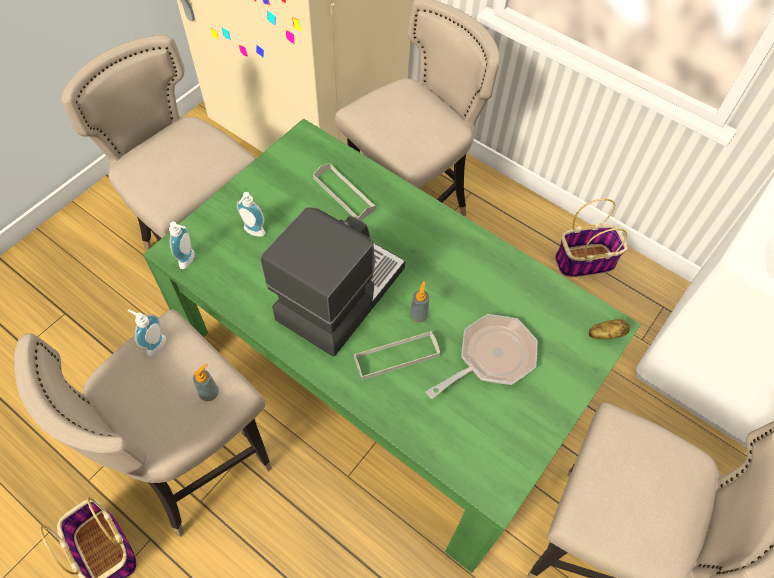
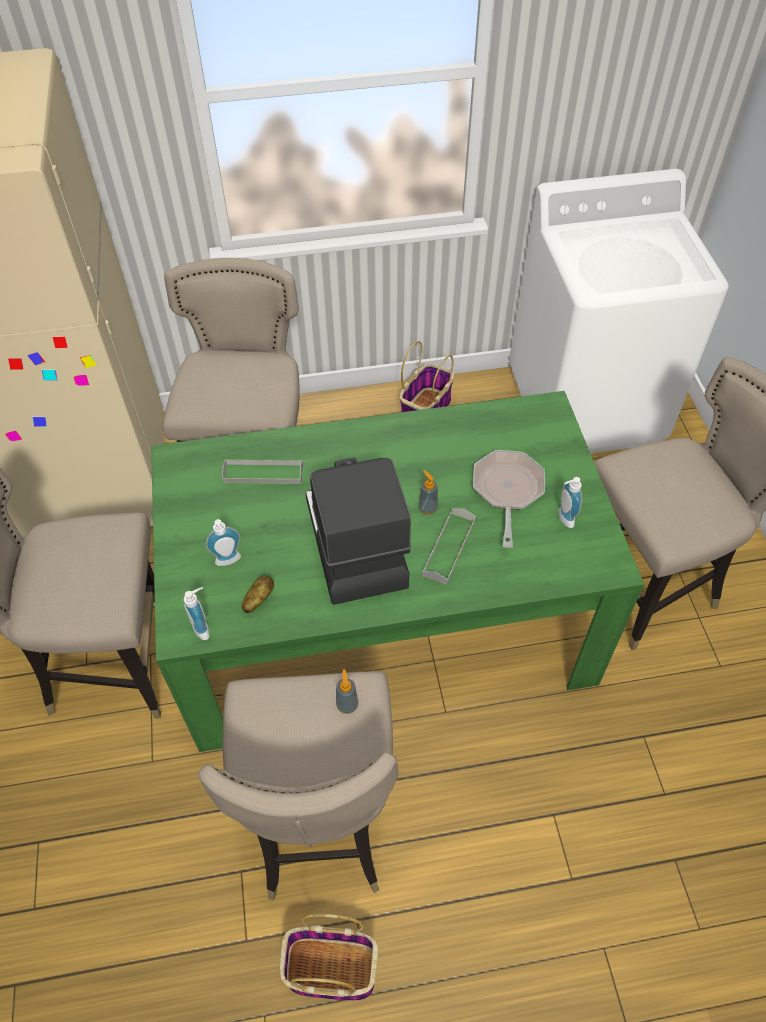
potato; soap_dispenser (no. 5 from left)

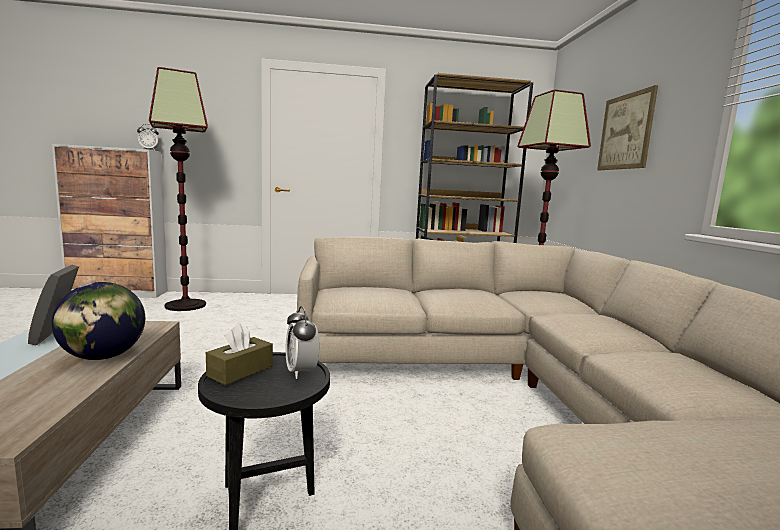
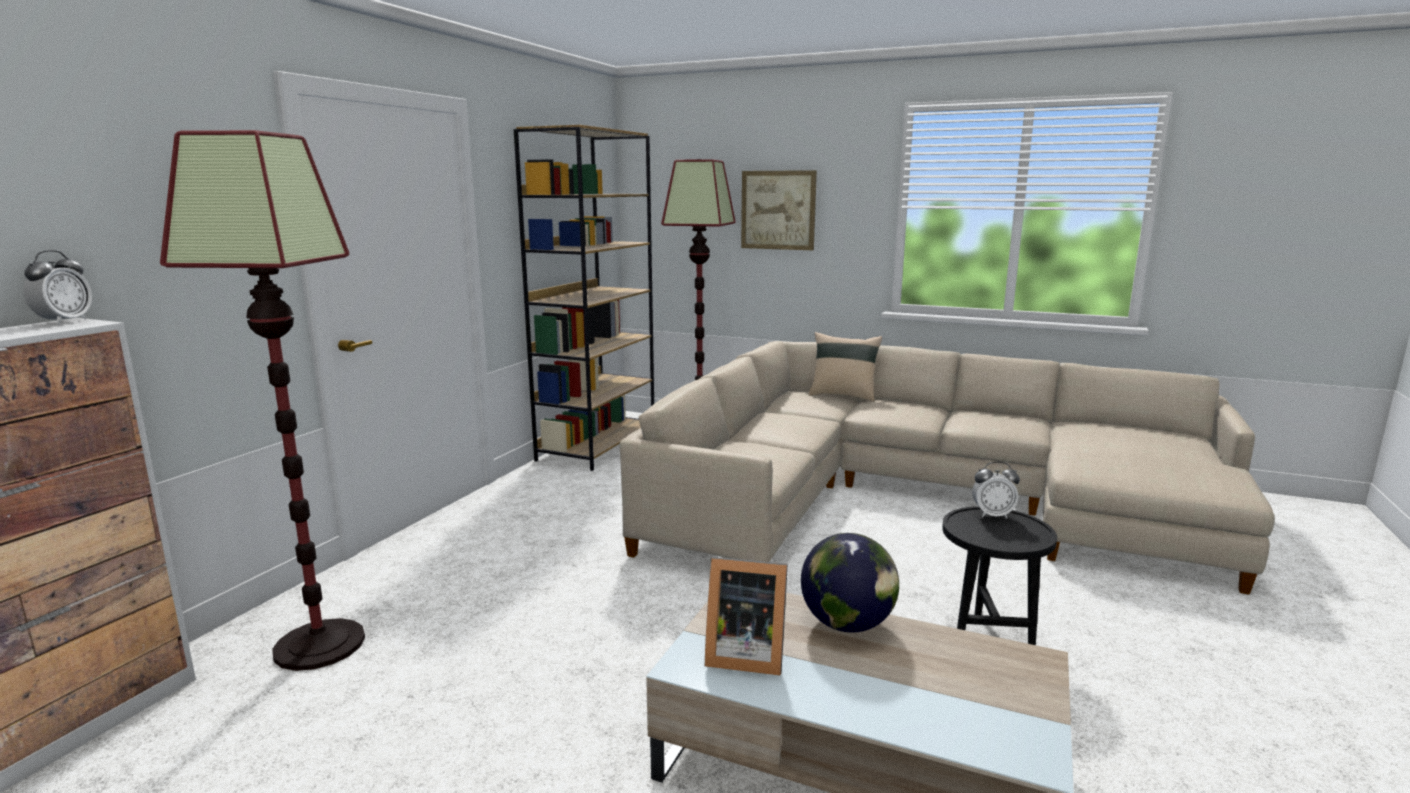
beige-coloured_pillow; brown-coloured_tissue_box

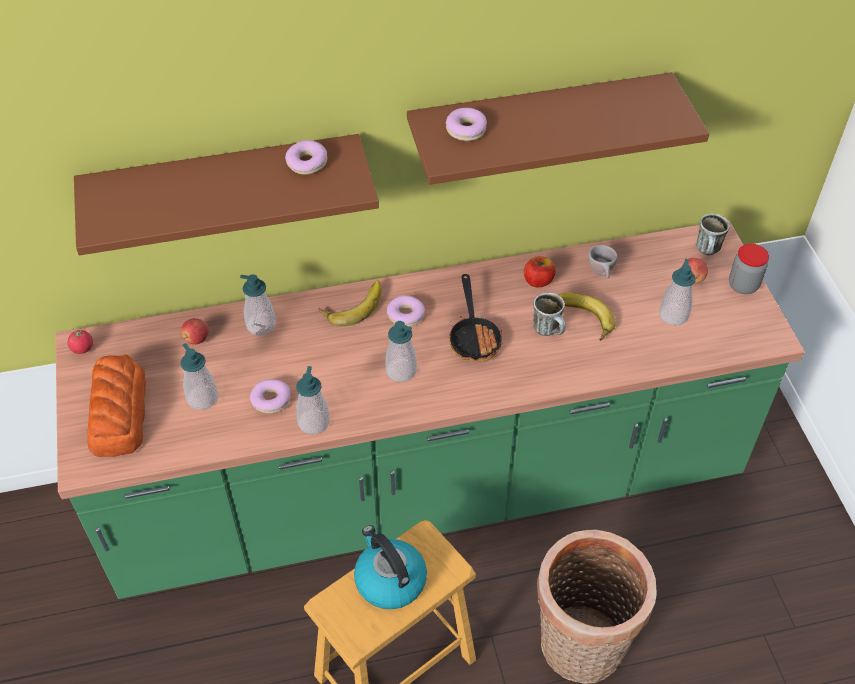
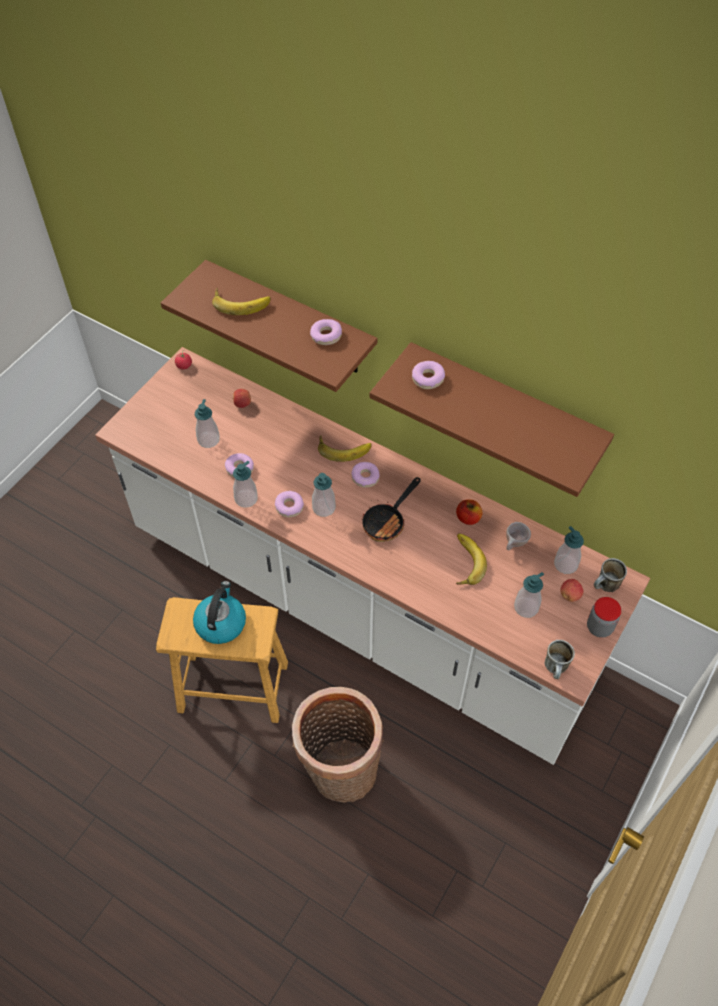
white_kitchen_base_unit; banana_fruit (no. 1 from left); donut (no. 2 from left); tea_mug (no. 1 from left); soap_dispenser (no. 5 from left); bakery_bread

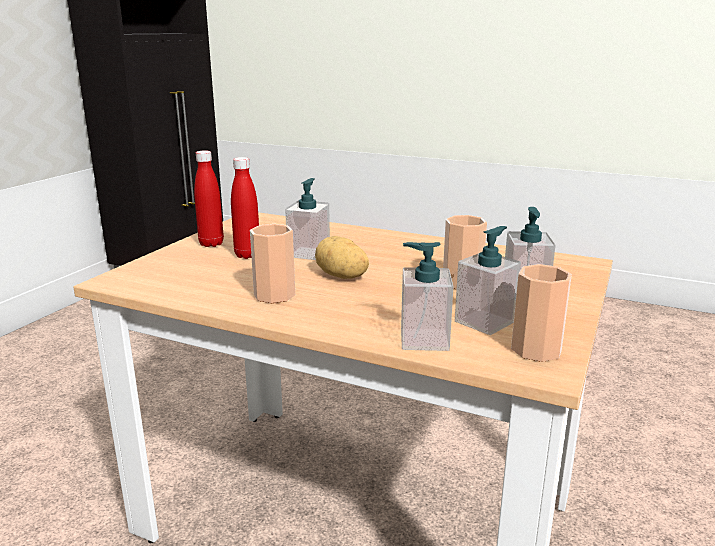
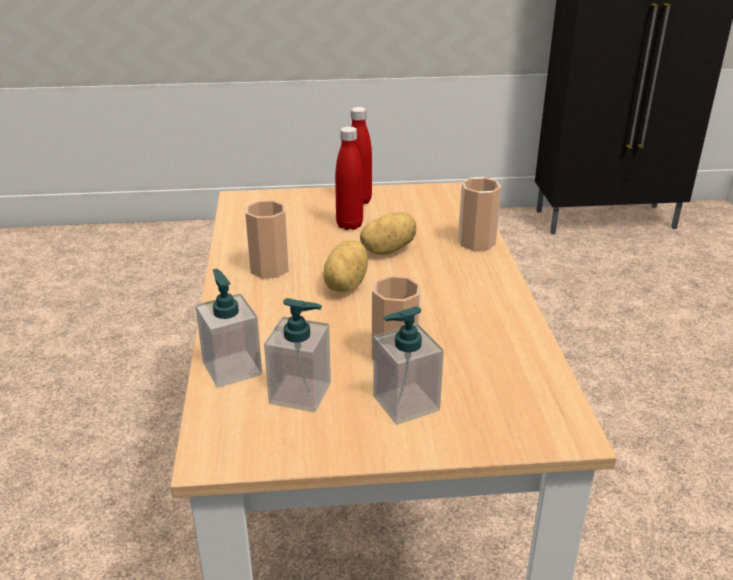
potato (no. 2 from left); drinking_cup (no. 3 from left)

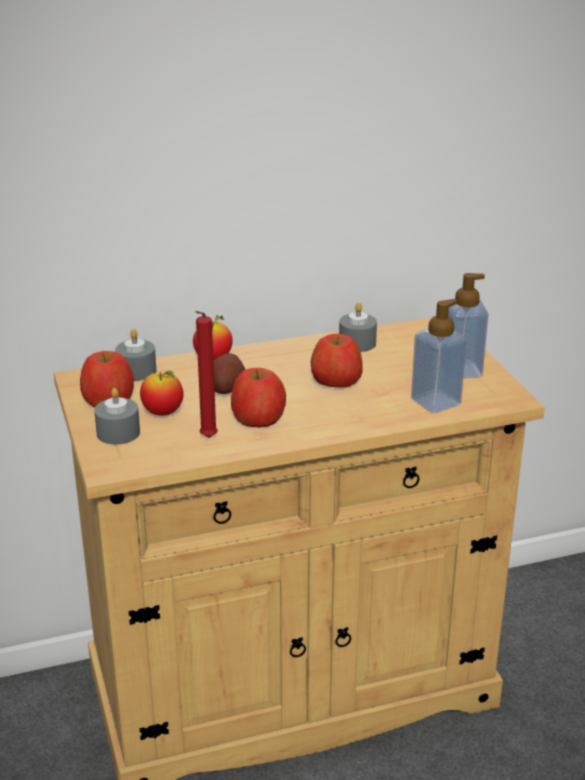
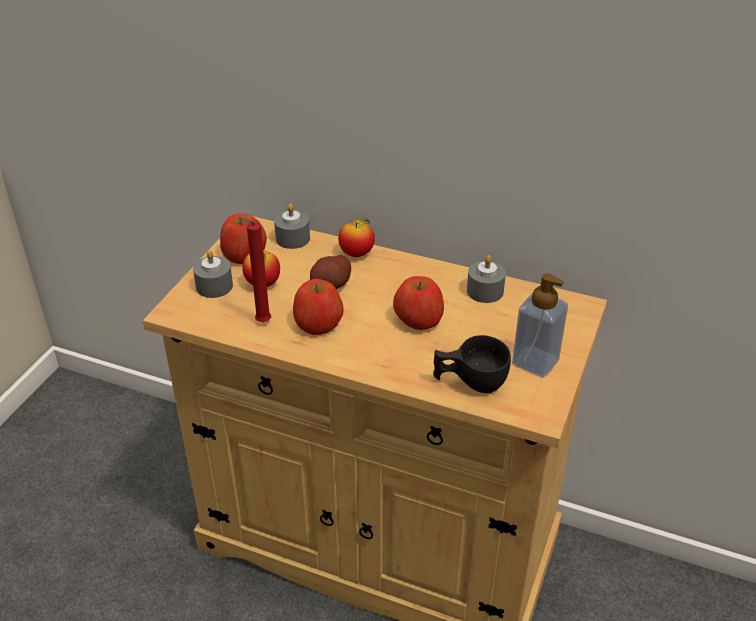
black_drinking_cup

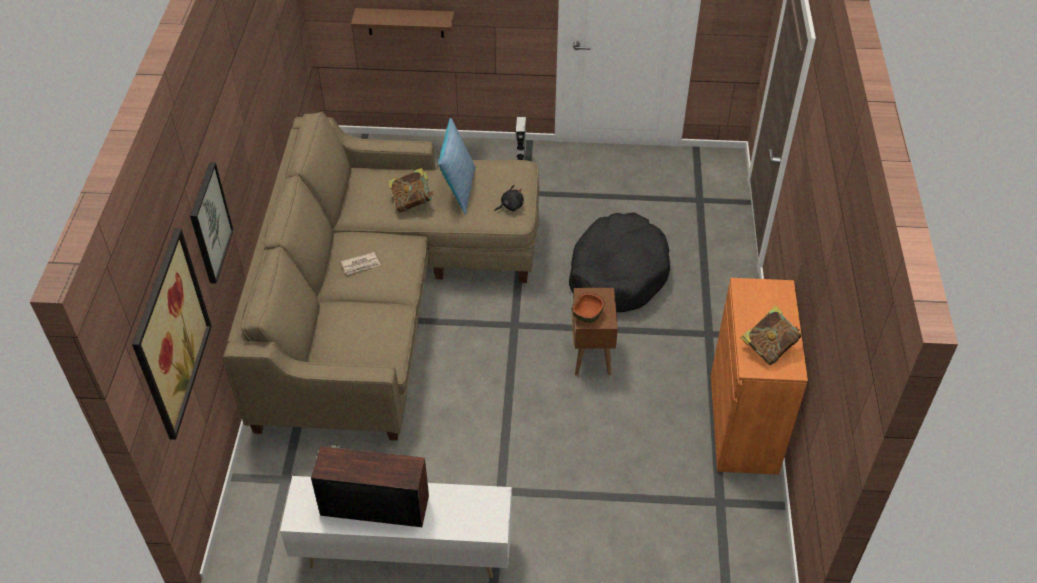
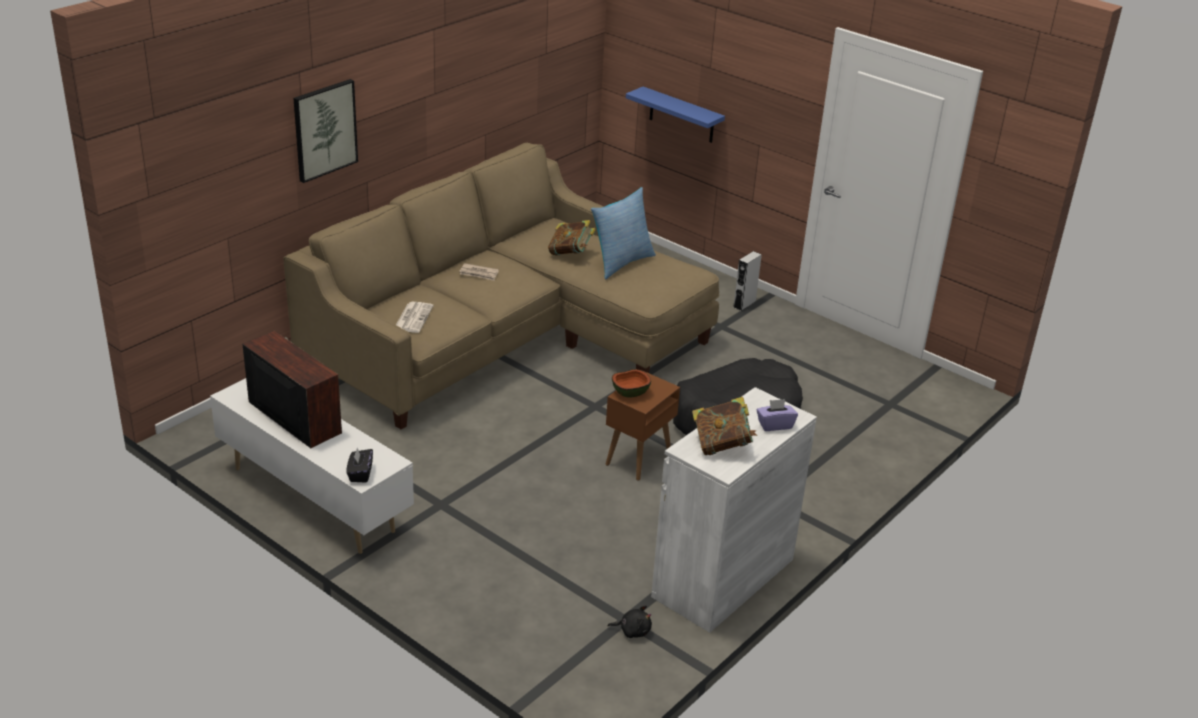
black_tissue_box; newspaper (no. 1 from left); black_soft_toy; blue_shelf; white_cabinet; purplish_tissue_box; wall_art (no. 1 from left in the first image)

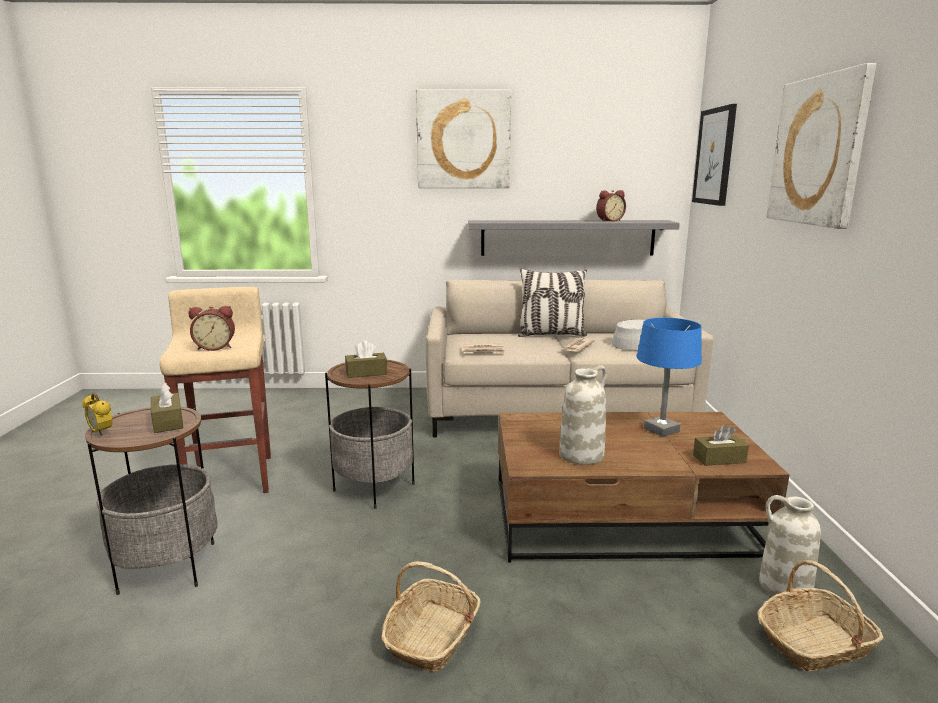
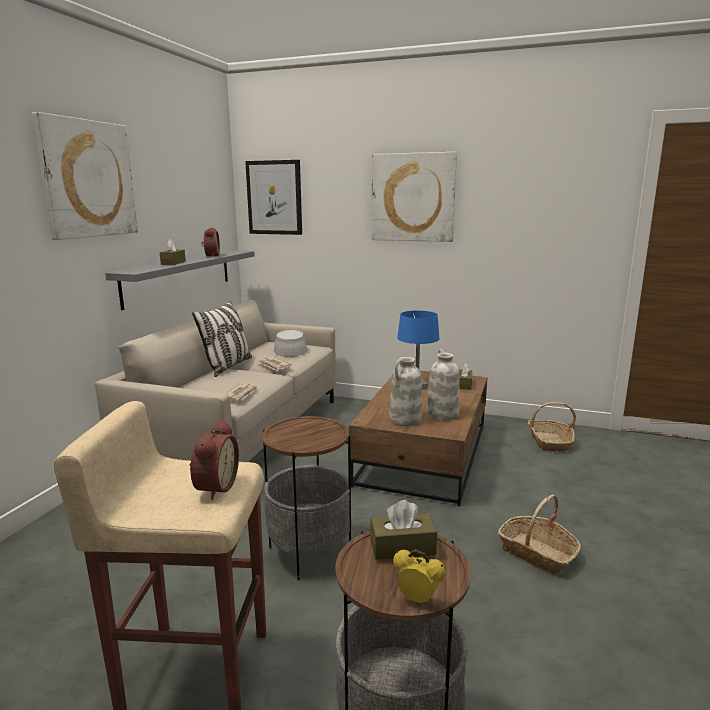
brown-coloured_tissue_box (no. 1 from left); white_vase (no. 1 from left); table_clock (no. 3 from left)

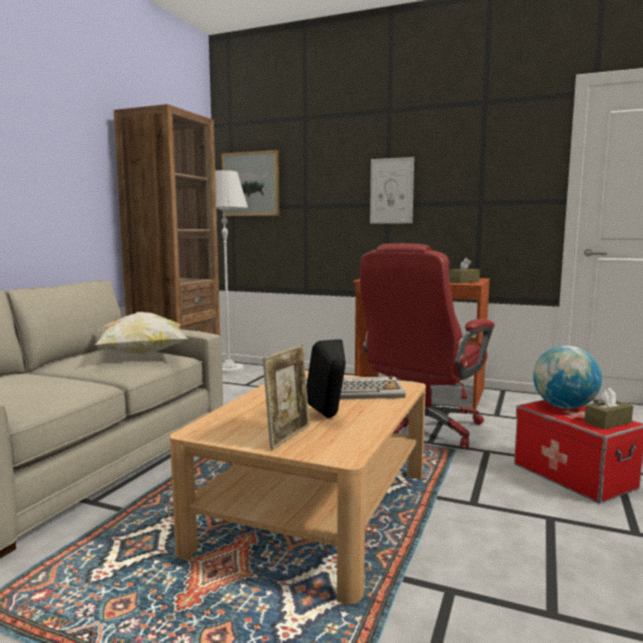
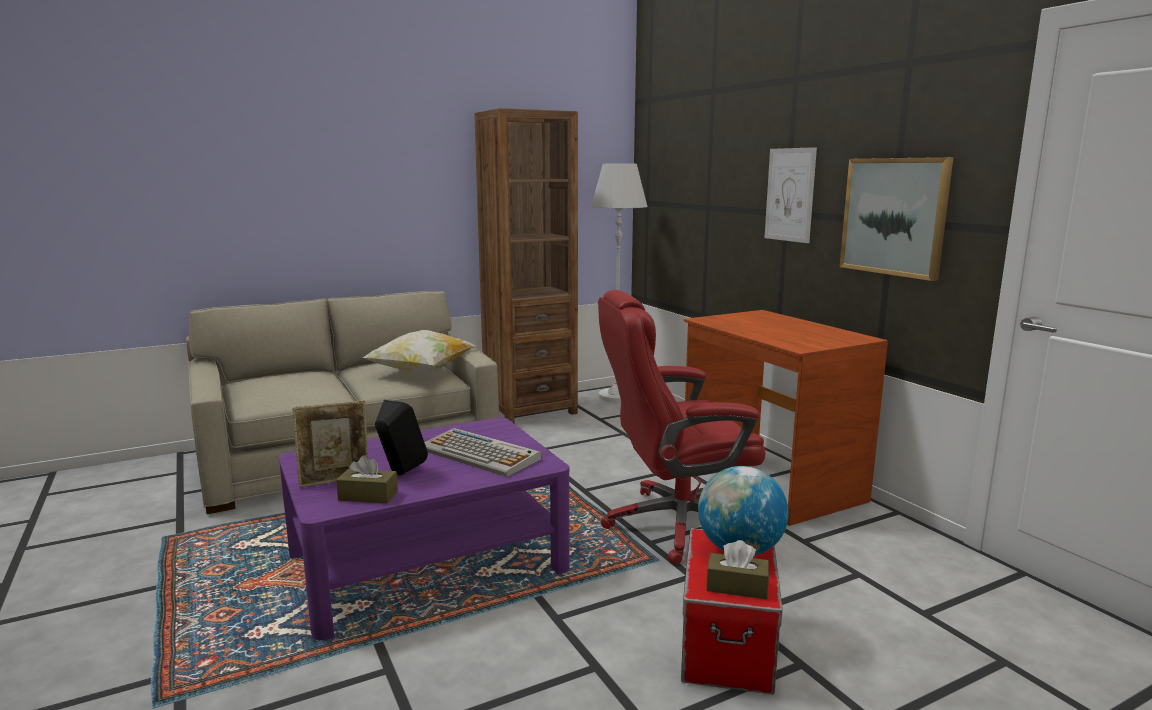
purplish_lounge_table; brown-coloured_tissue_box (no. 1 from left); wall_art (no. 2 from left)

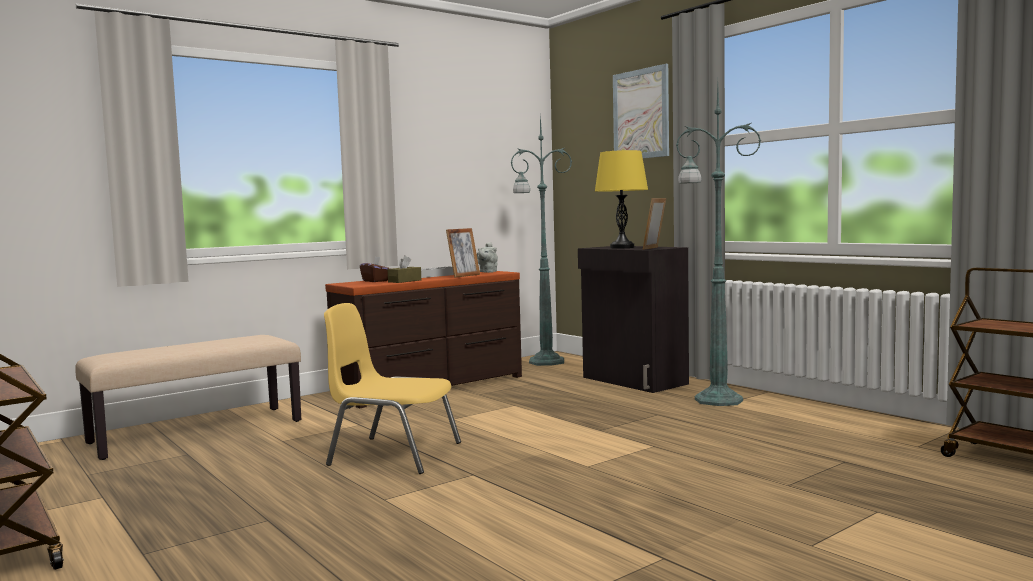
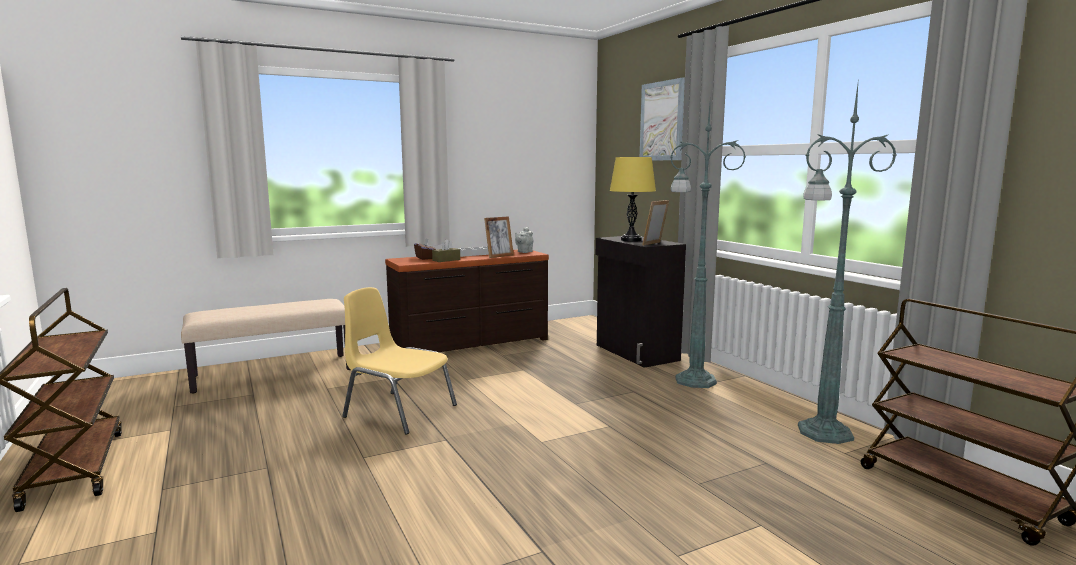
green_floor_lamp (no. 2 from left)

